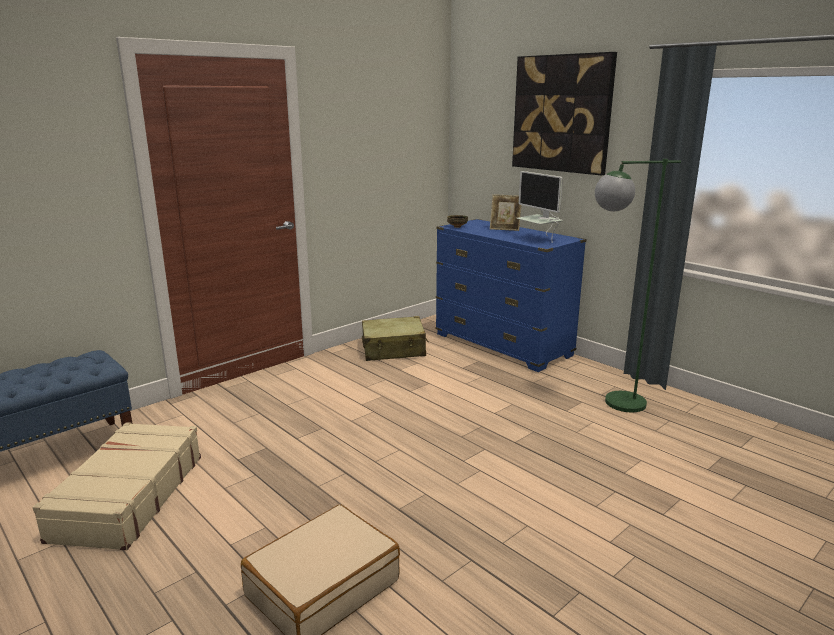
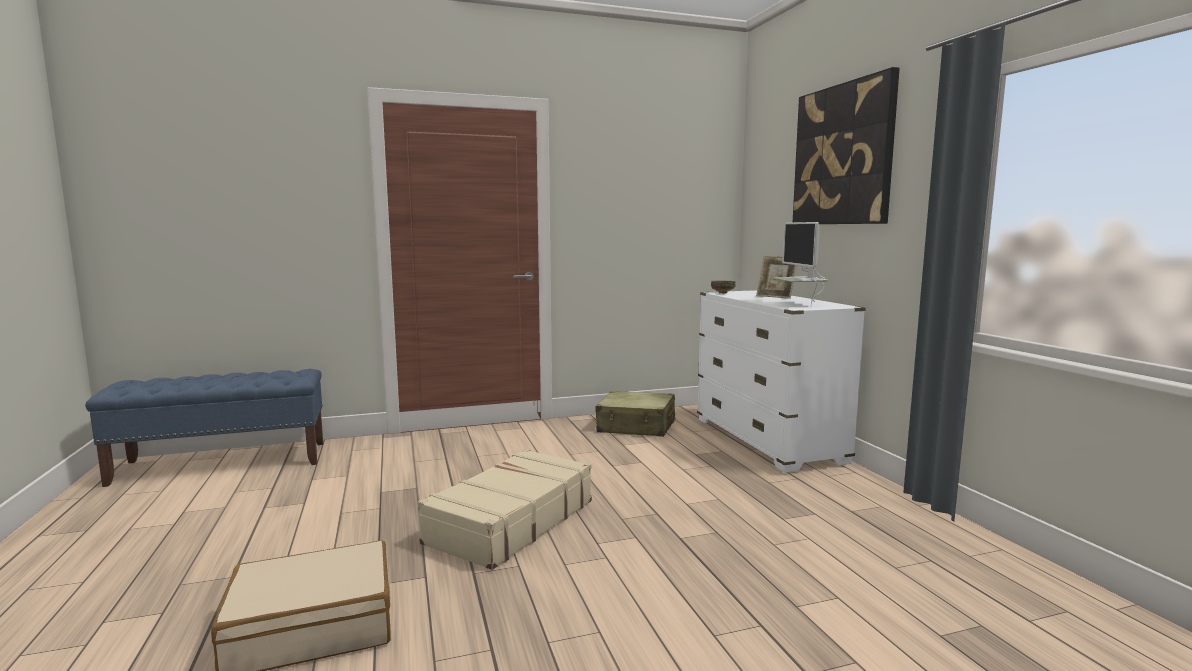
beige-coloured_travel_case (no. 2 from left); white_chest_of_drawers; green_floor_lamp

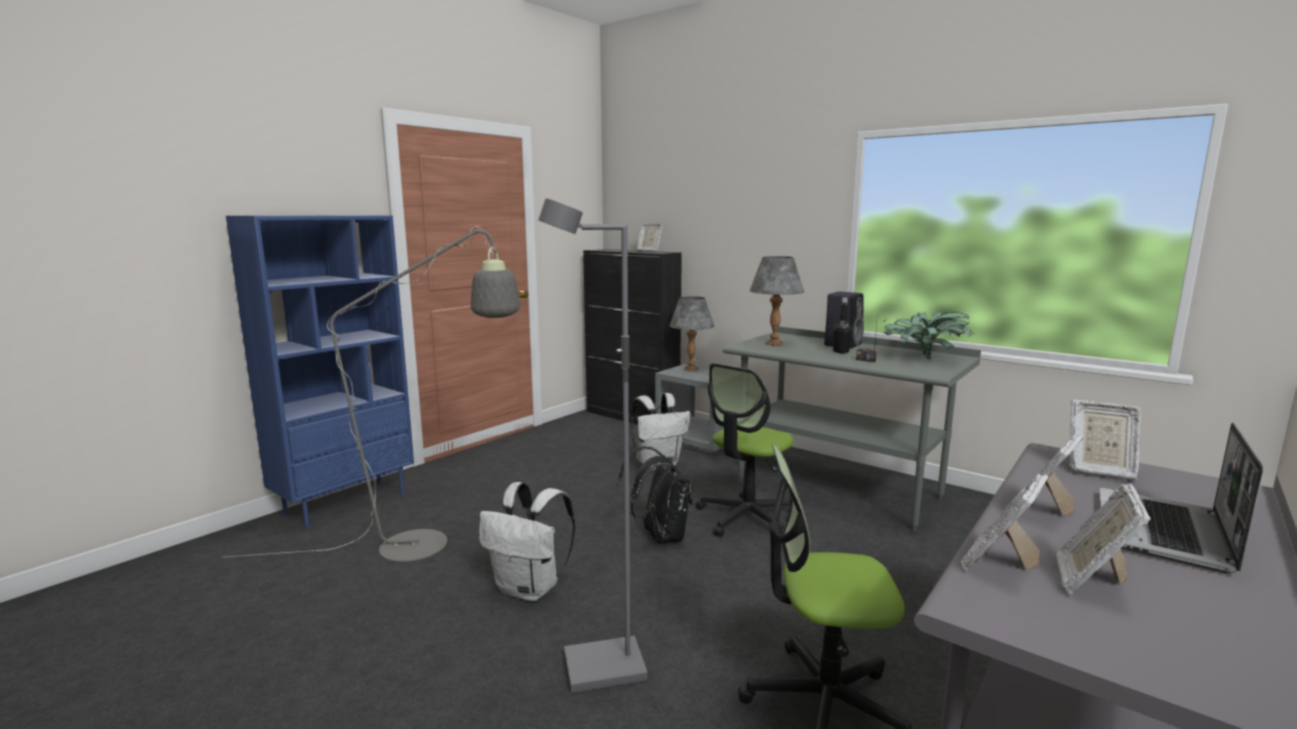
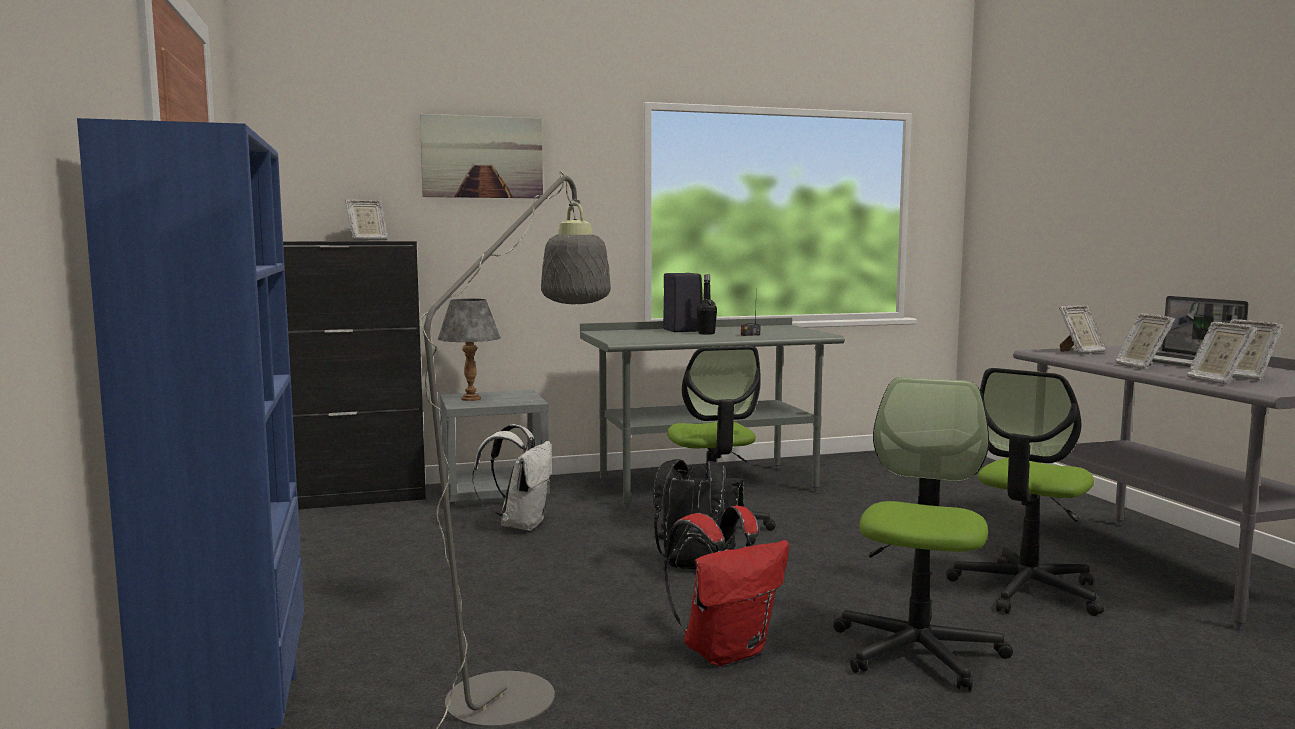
wall_art; red_backpack; desk_chair (no. 2 from left); gray_lamp_for_a_table (no. 2 from left in the first image); potted_plant

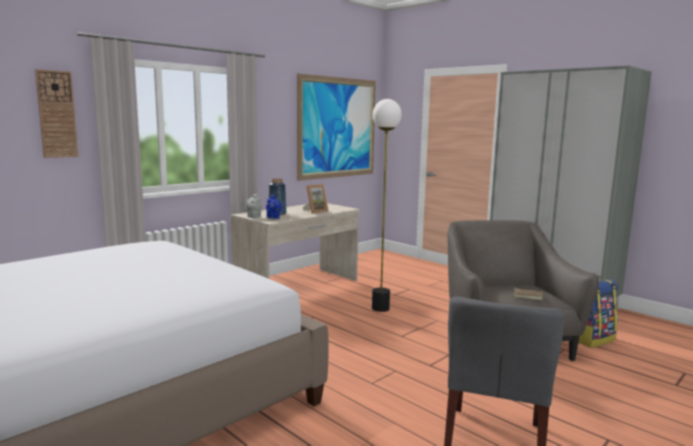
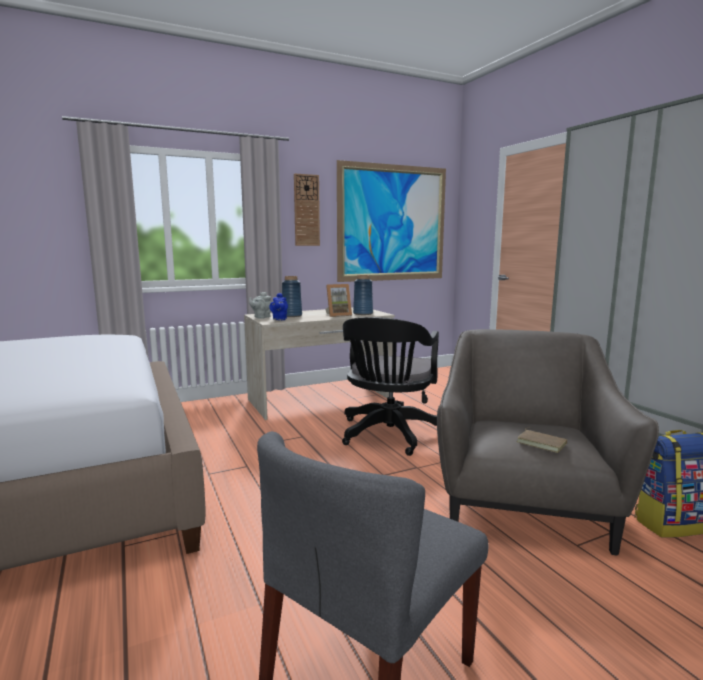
wall_clock; black_desk_chair; blue_vase (no. 2 from left)

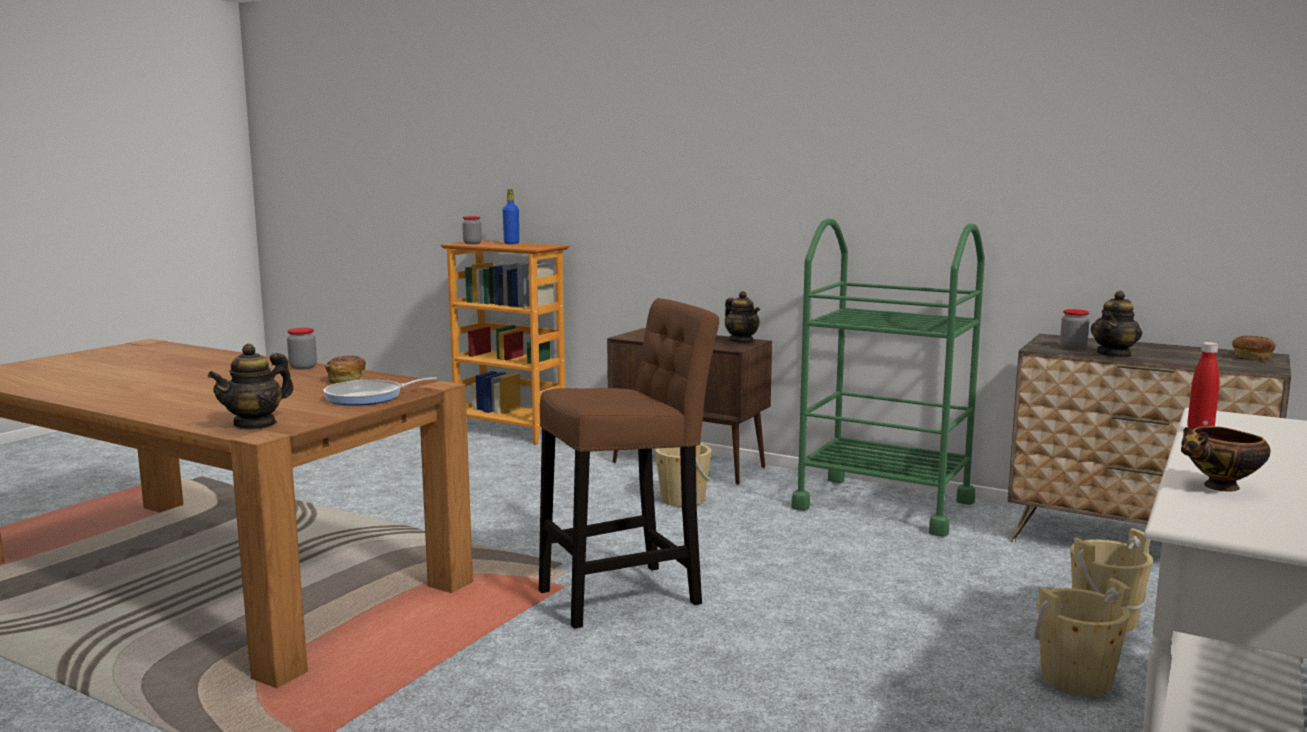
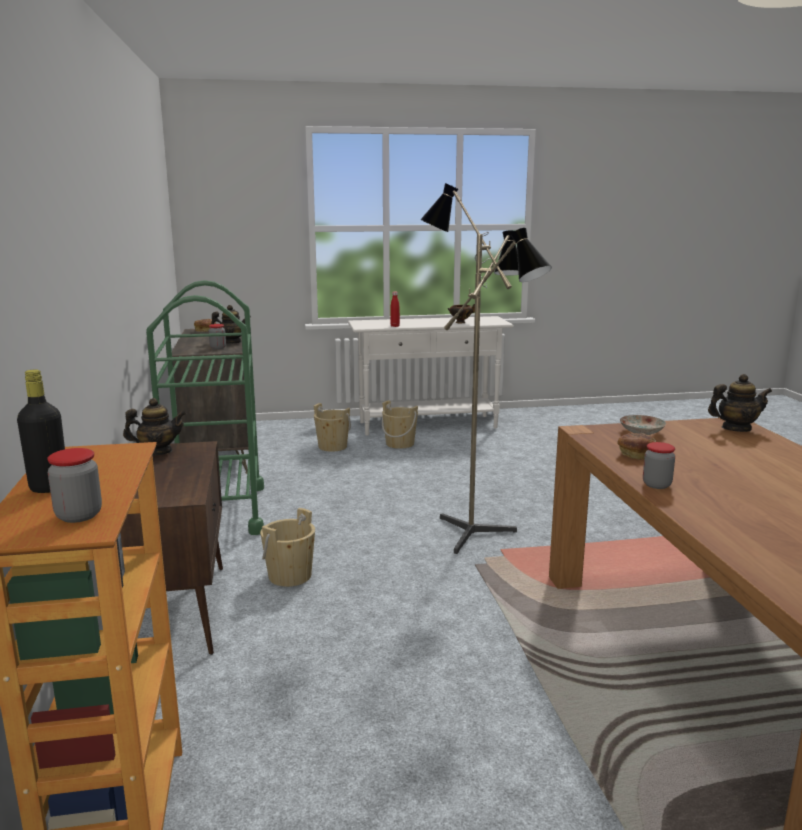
black_beverage_bottle; tea_pot (no. 1 from left); floor_lamp; plate

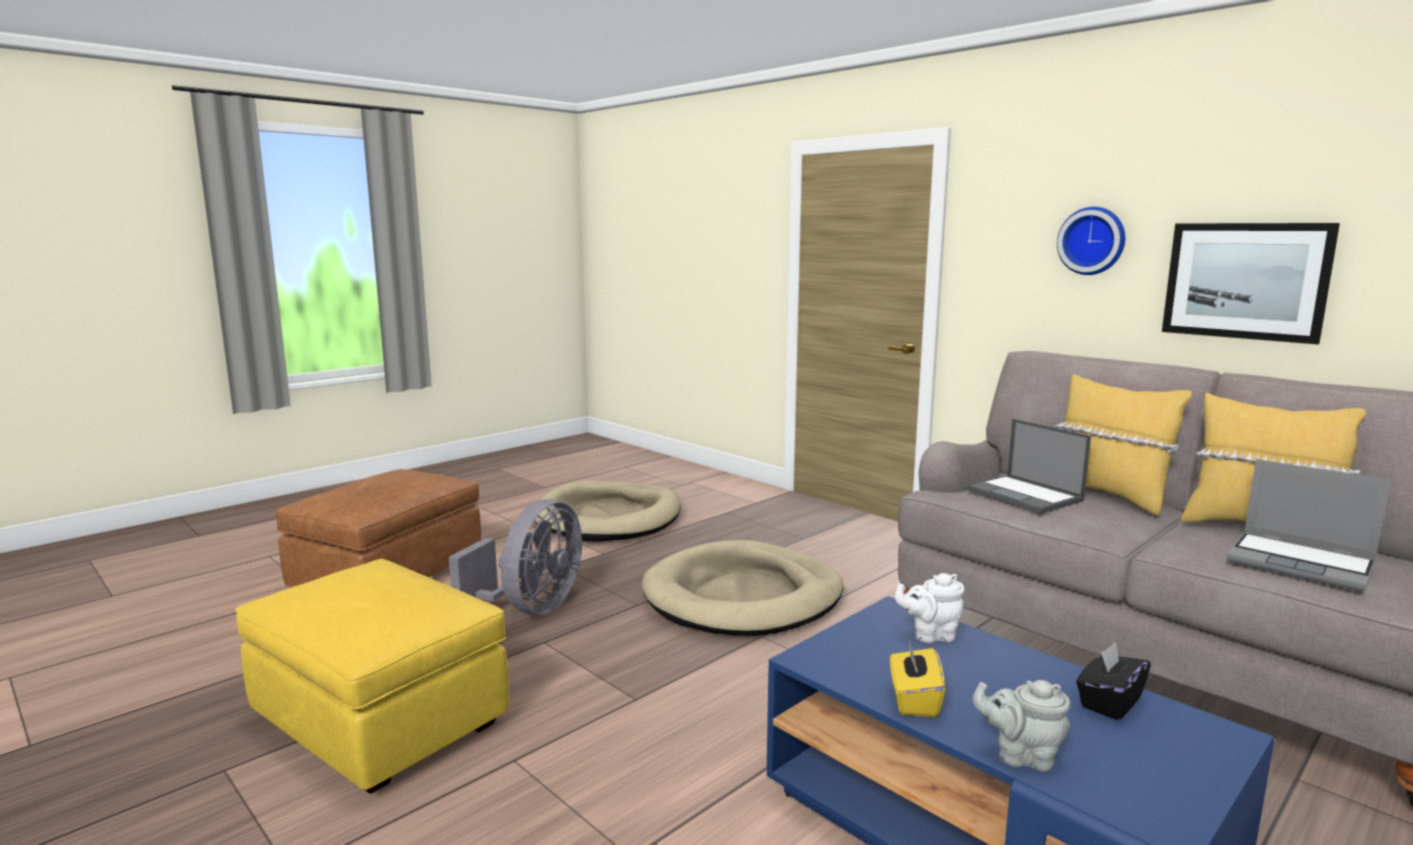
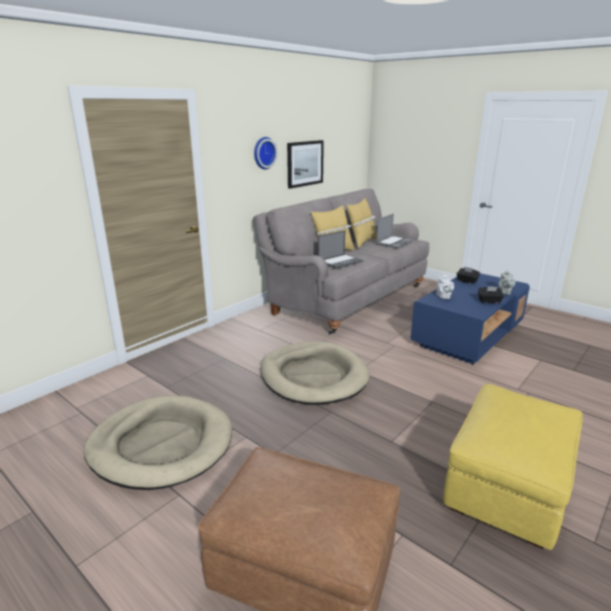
black_tissue_box (no. 2 from left); gray_electric_fan

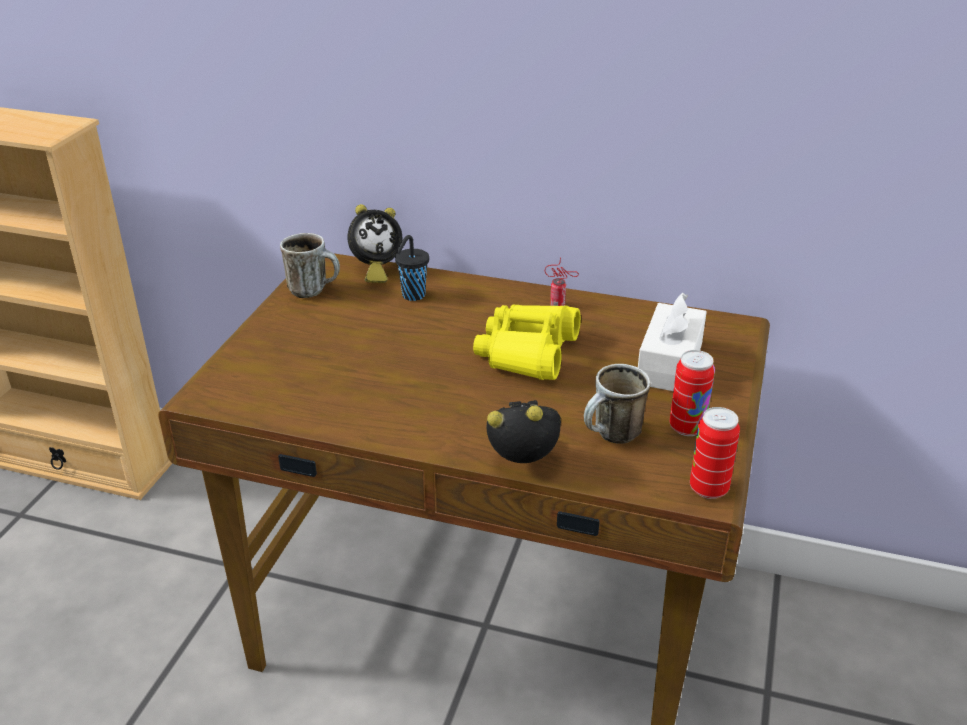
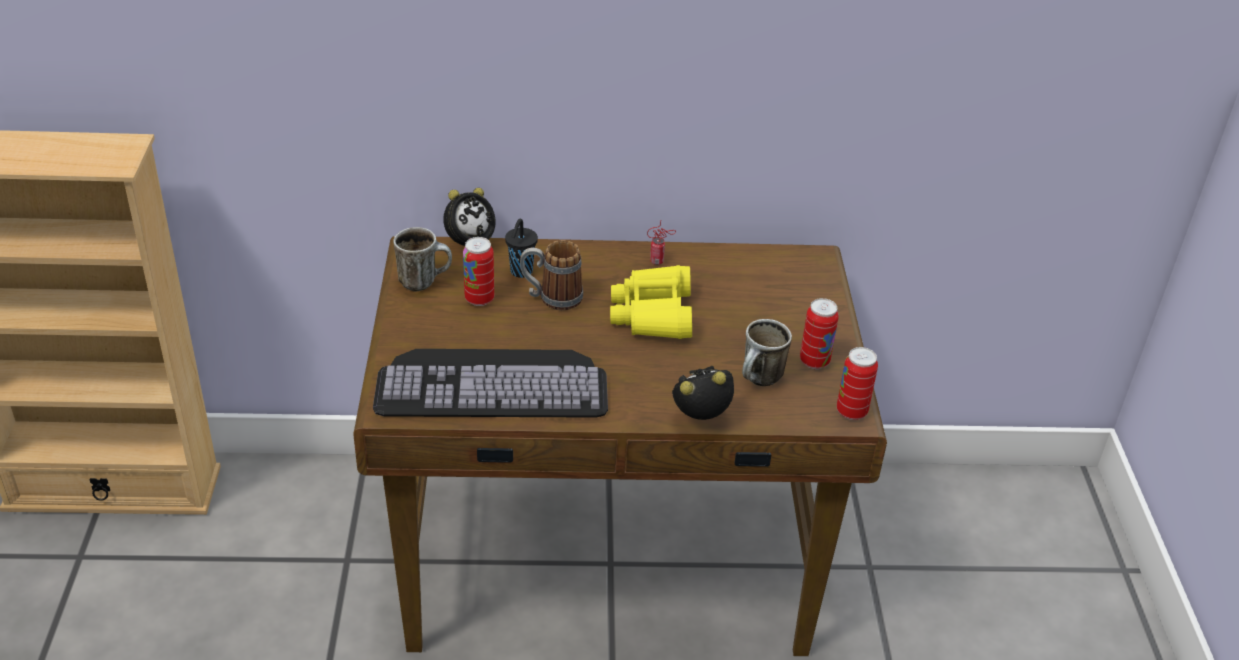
keyboard; metal_can (no. 1 from left); tea_mug (no. 2 from left); white_tissue_box

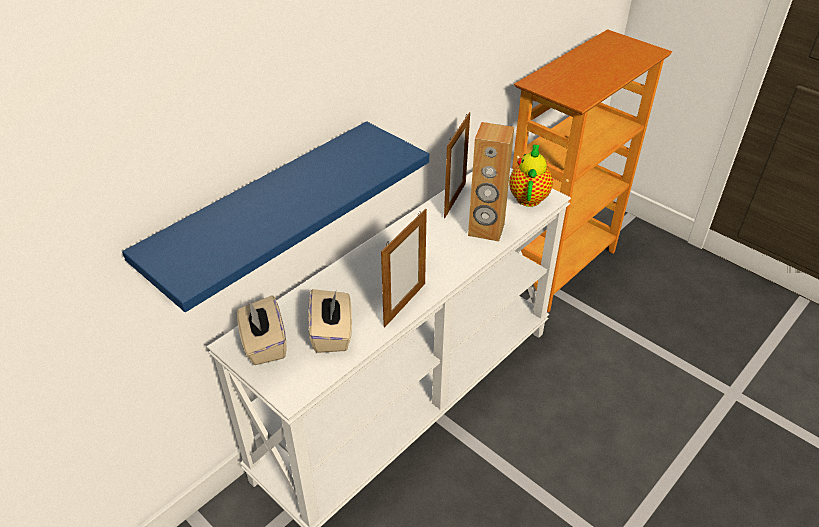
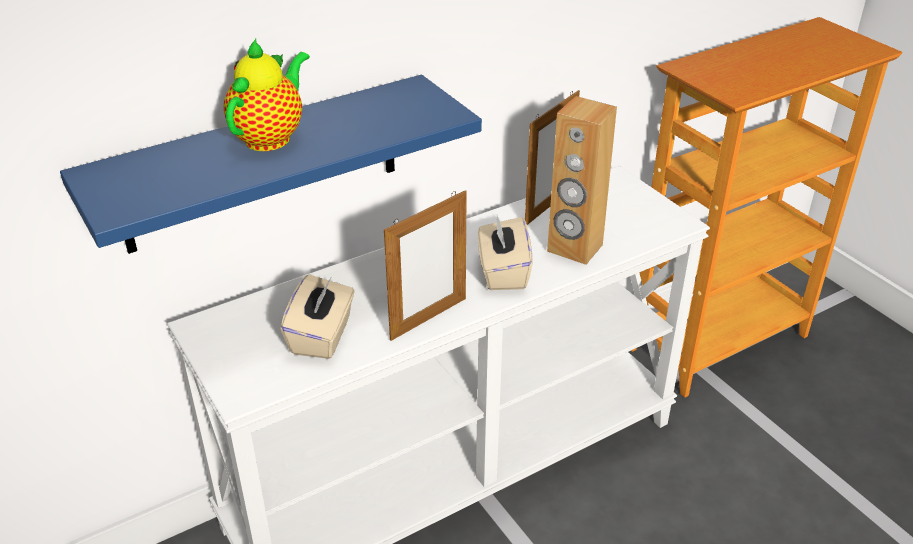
tea_pot; beige-coloured_tissue_box (no. 2 from left)

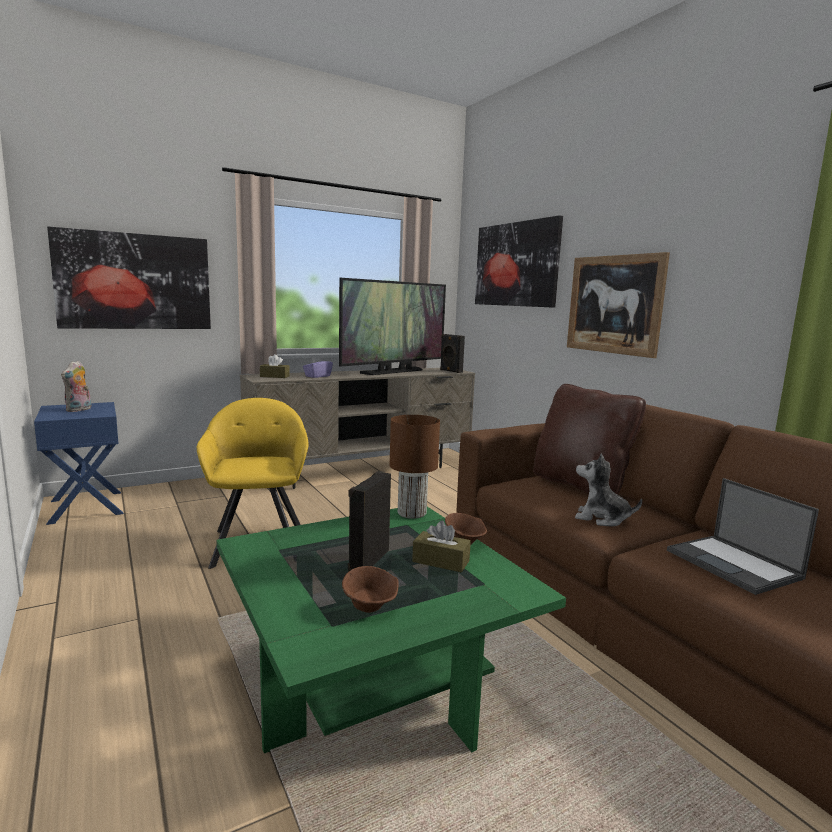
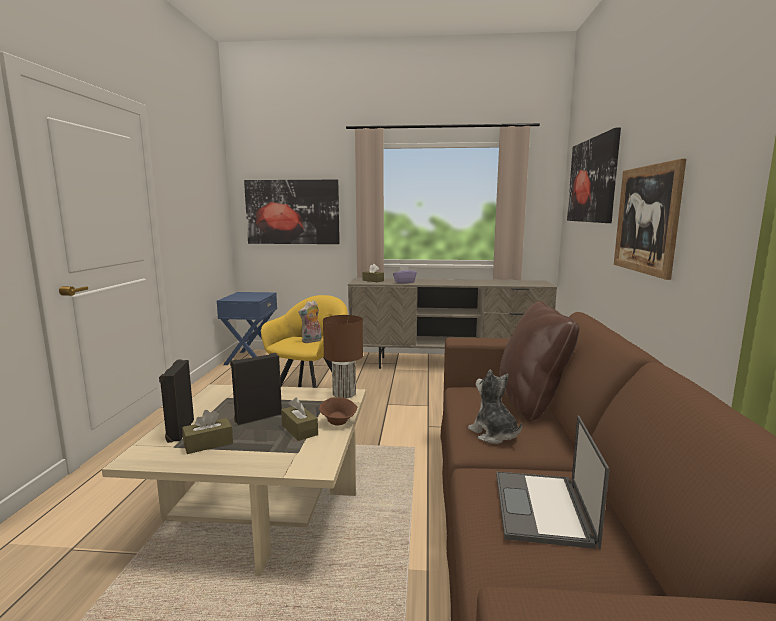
beige-coloured_lounge_table; black_audio_speaker (no. 1 from left); brown-coloured_tissue_box (no. 1 from left); soft_toy (no. 1 from left); television

